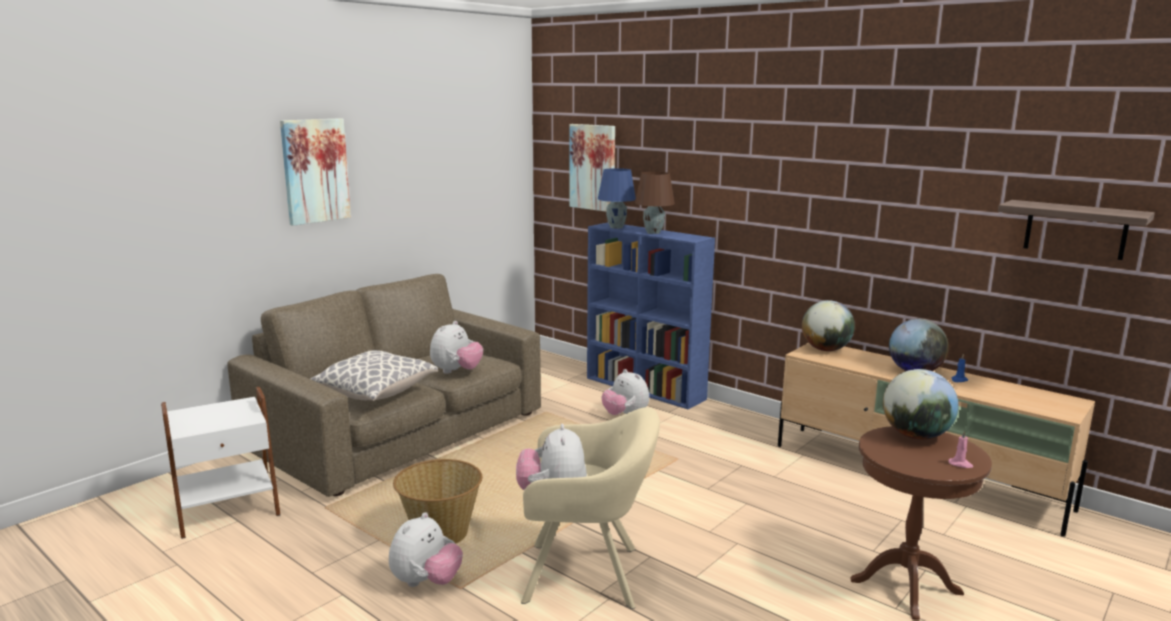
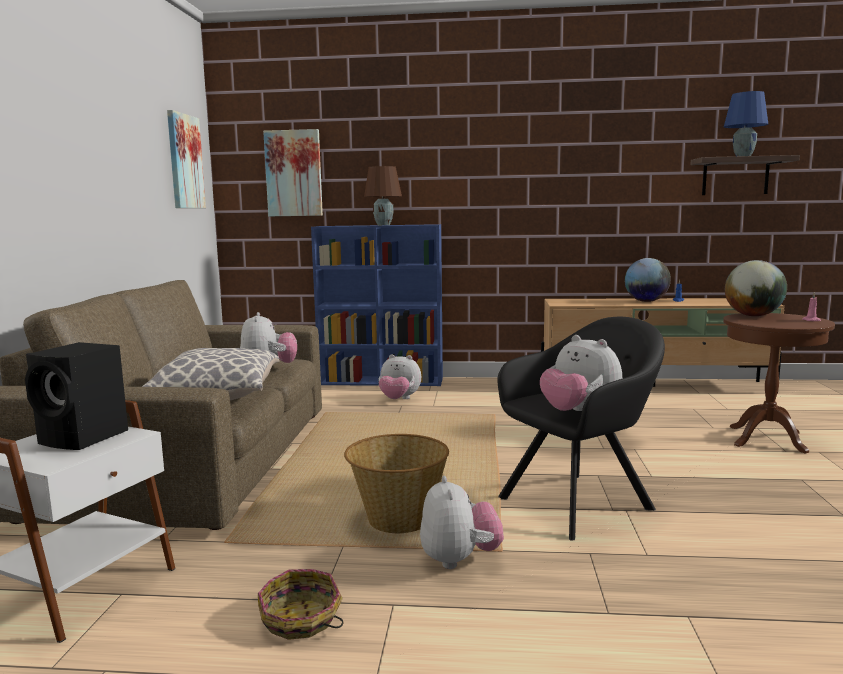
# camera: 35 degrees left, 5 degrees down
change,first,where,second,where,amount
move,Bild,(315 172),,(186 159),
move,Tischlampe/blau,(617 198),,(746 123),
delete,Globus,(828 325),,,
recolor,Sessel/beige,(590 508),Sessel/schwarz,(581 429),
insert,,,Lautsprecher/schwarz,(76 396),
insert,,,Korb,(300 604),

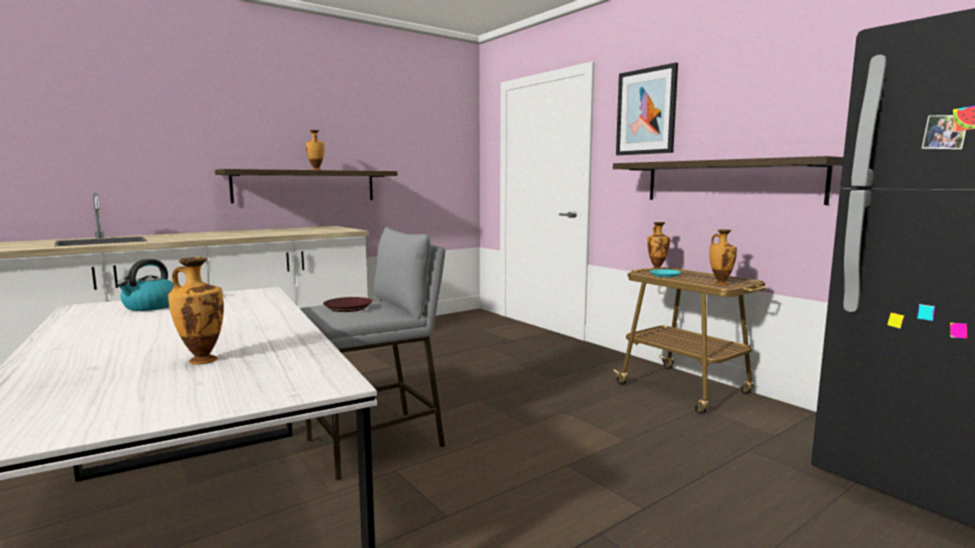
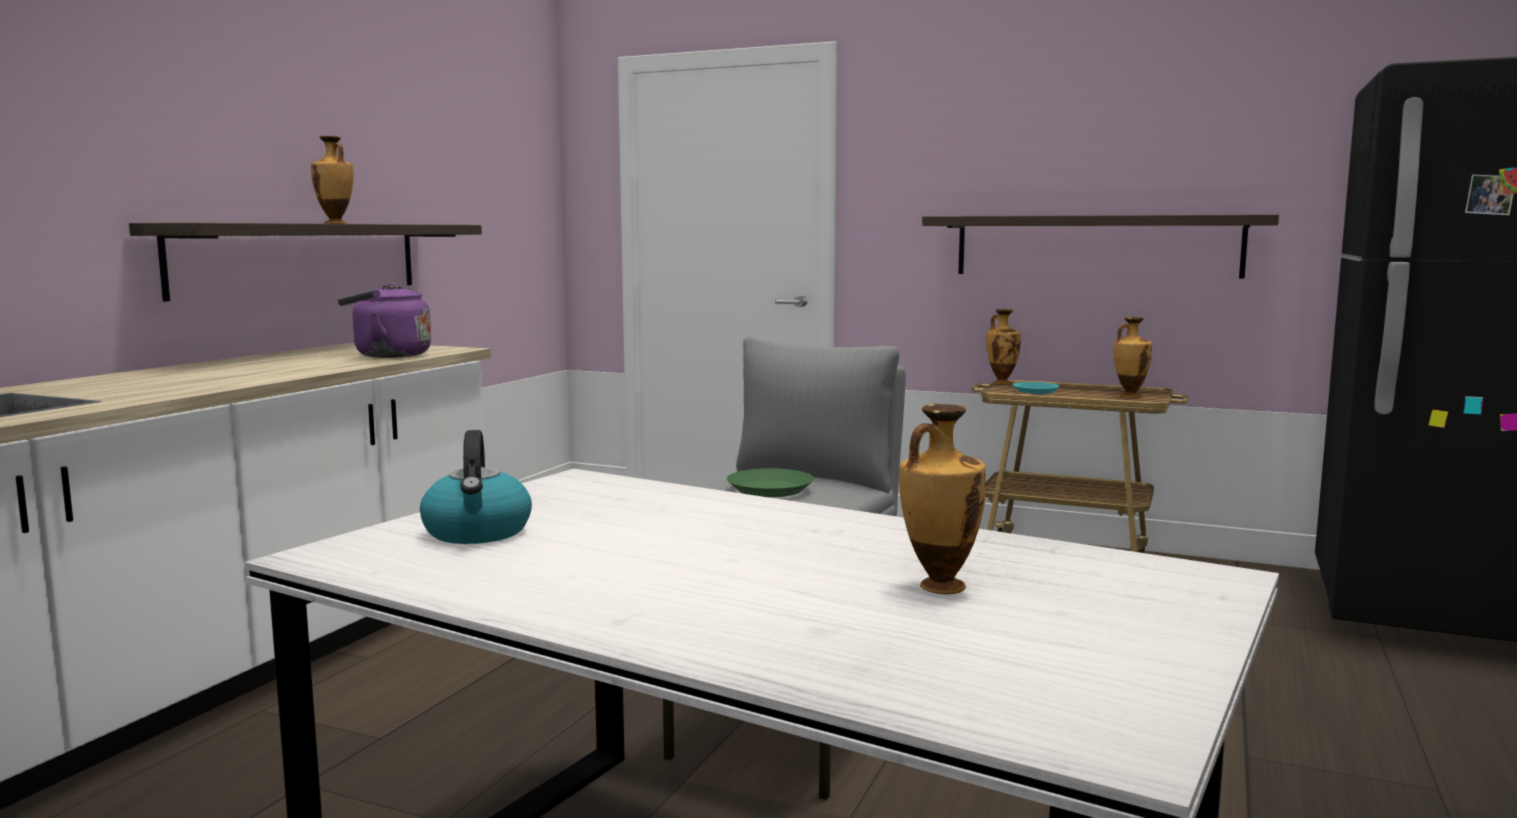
# camera: 30 degrees left, 0 degrees up
change,first,where,second,where,amount
delete,Bild,(647 109),,,
recolor,Teller/braun,(347 304),Teller/grün,(770 482),
insert,,,Wasserkessel/lila,(384 320),

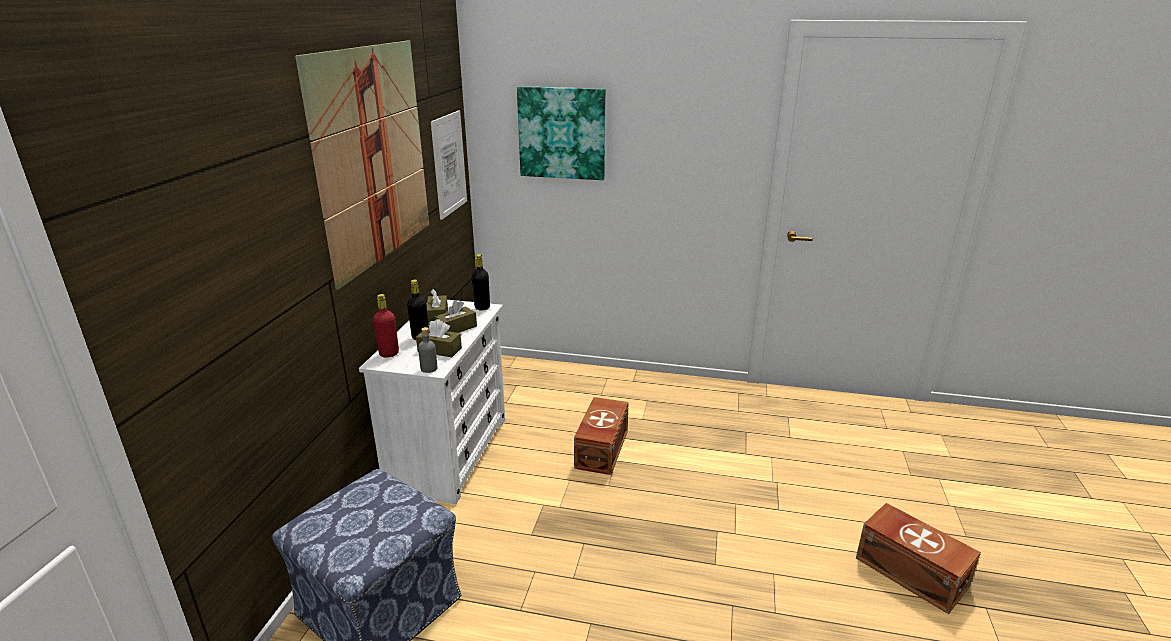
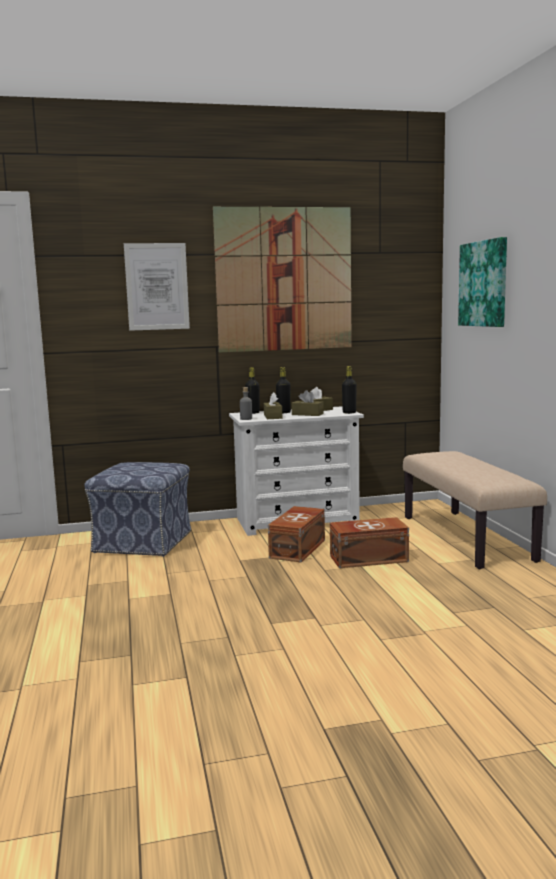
# camera: 65 degrees right, 15 degrees down
change,first,where,second,where,amount
move,Bild,(449 165),,(157 287),
recolor,Flasche/rot,(386 325),Flasche/schwarz,(252 390),
move,Aufbewahrungsbox/braun,(918 558),,(296 534),
insert,,,Bank/beige,(475 510),

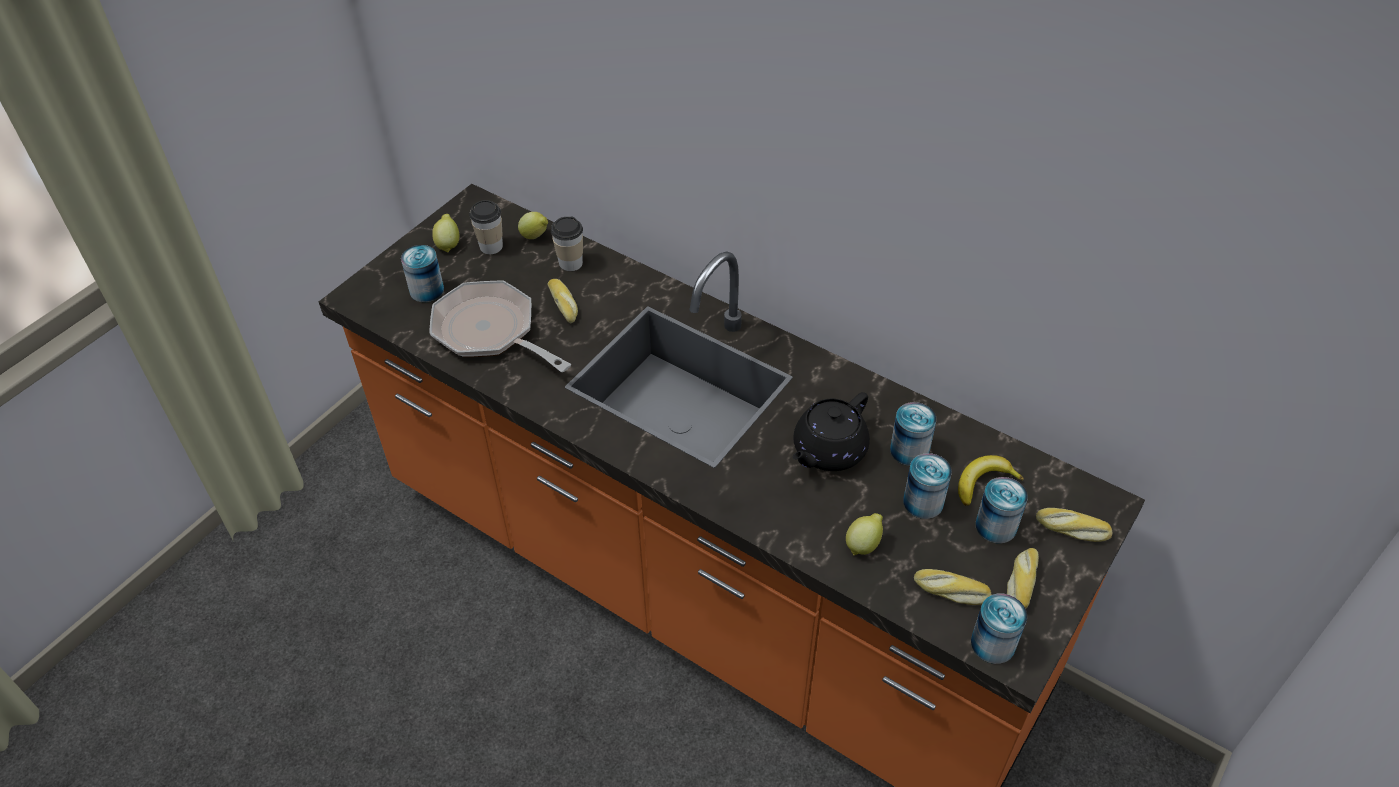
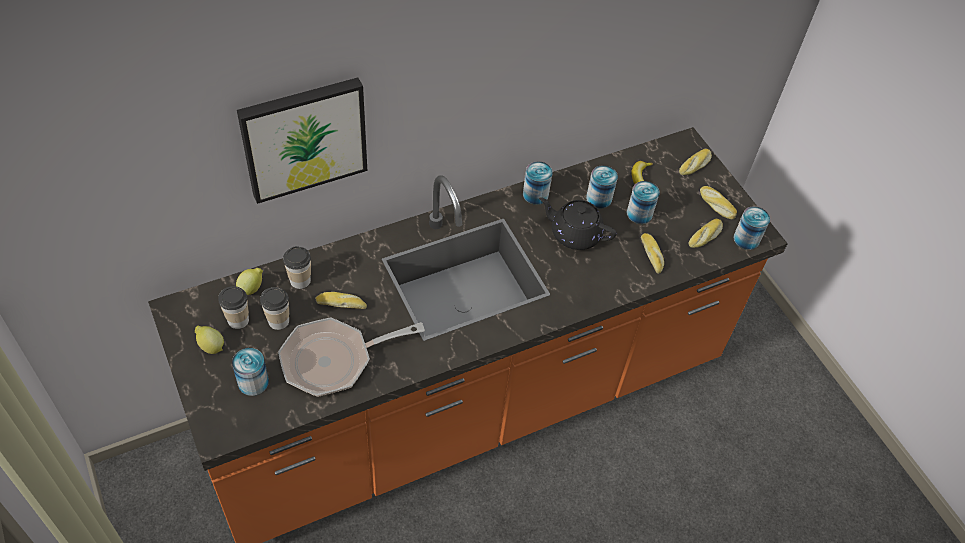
# camera: 65 degrees left, 5 degrees up
change,first,where,second,where,amount
rotate,Teekanne/schwarz,(831 431),,(578 223),135 degrees clockwise
move,Dose,(1001 510),,(538 183),
replace,Zitrone,(864 534),Brot,(652 253),
insert,,,Bild,(302 141),
insert,,,Tasse,(274 308),

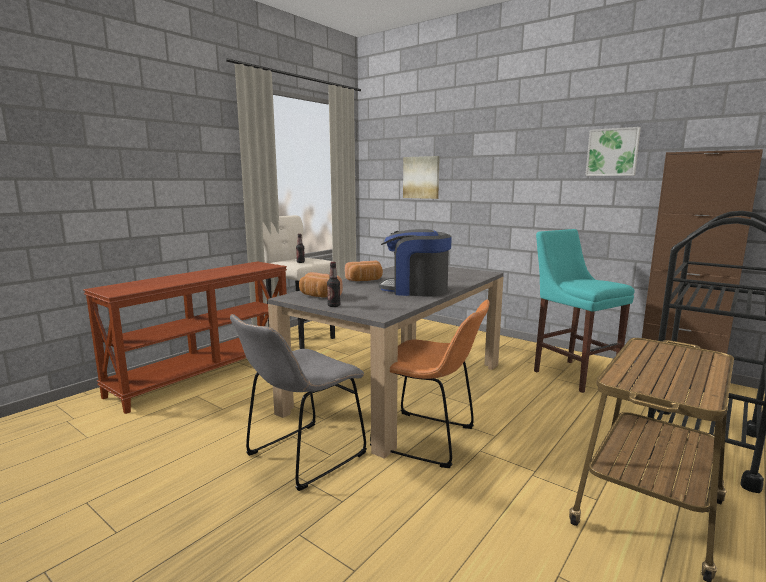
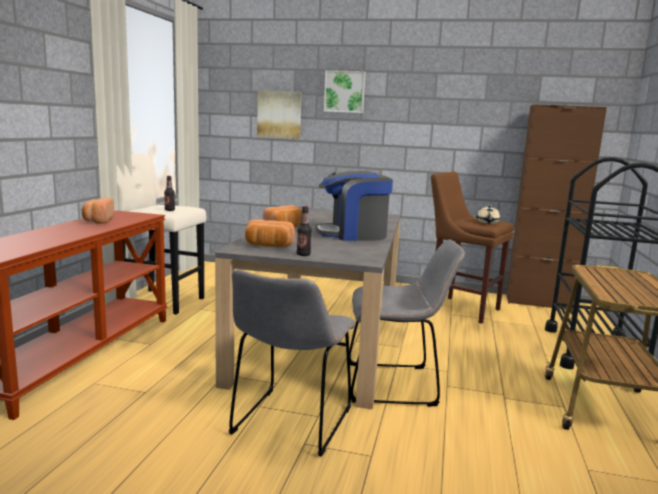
# camera: 25 degrees left, 0 degrees up
change,first,where,second,where,amount
move,Bild,(613 151),,(345 91),
recolor,Hocker/türkis,(584 311),Hocker/braun,(472 248),
recolor,Stuhl/orange,(430 384),Stuhl/grau,(407 323),
insert,,,Brot,(98 211),
insert,,,Teekanne/beige,(488 214),

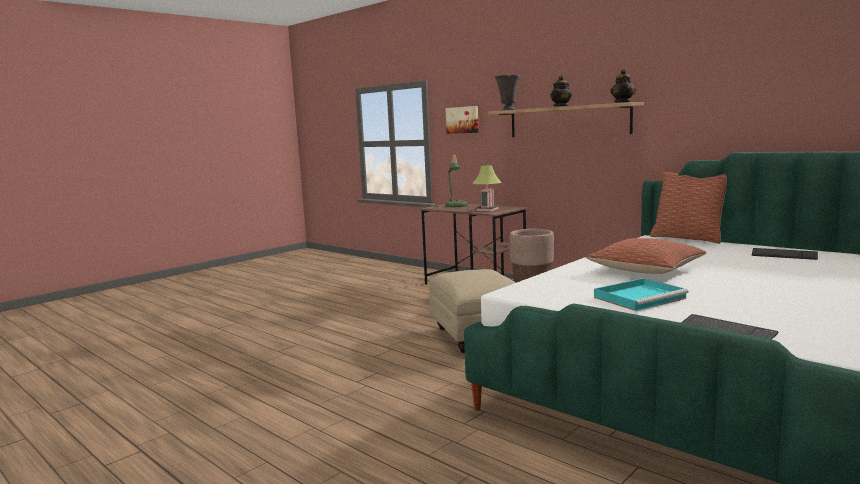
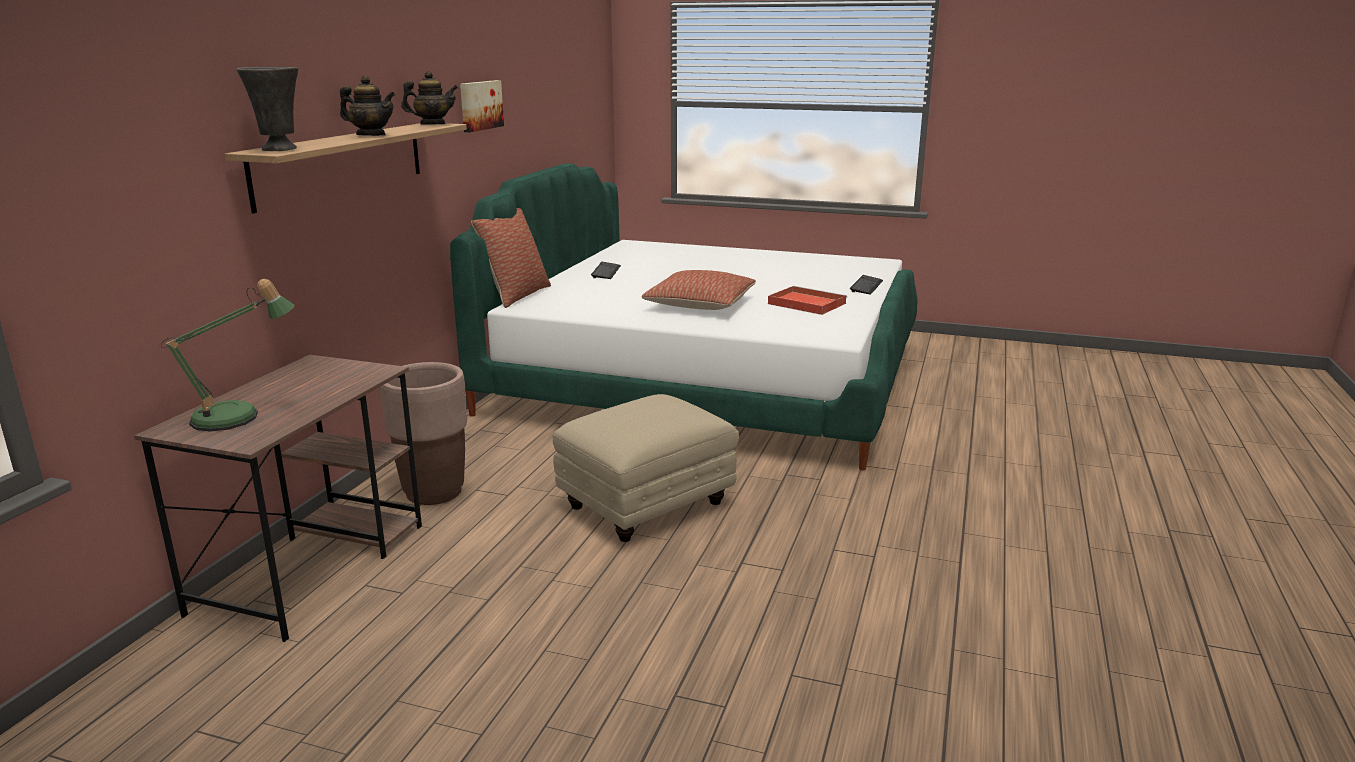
# camera: 115 degrees left, 10 degrees up
change,first,where,second,where,amount
move,Bild,(462 120),,(482 106),
delete,Tischlampe,(487 188),,,
recolor,Tablett/türkis,(641 294),Tablett/rot,(807 300),

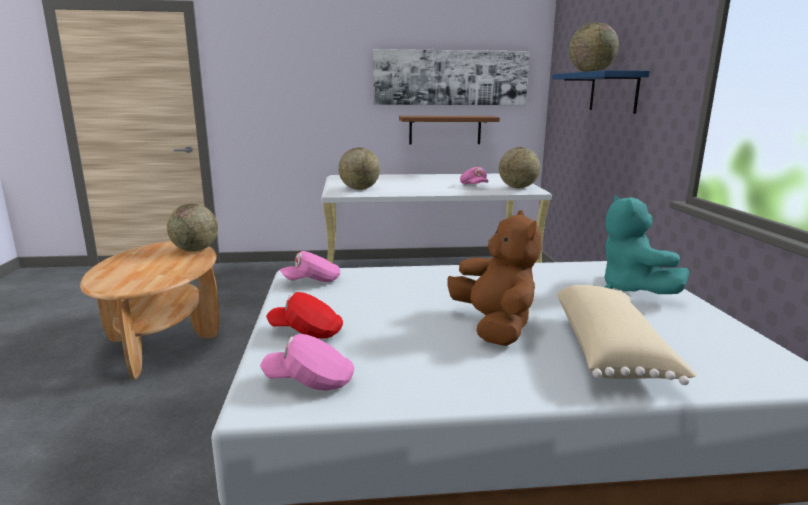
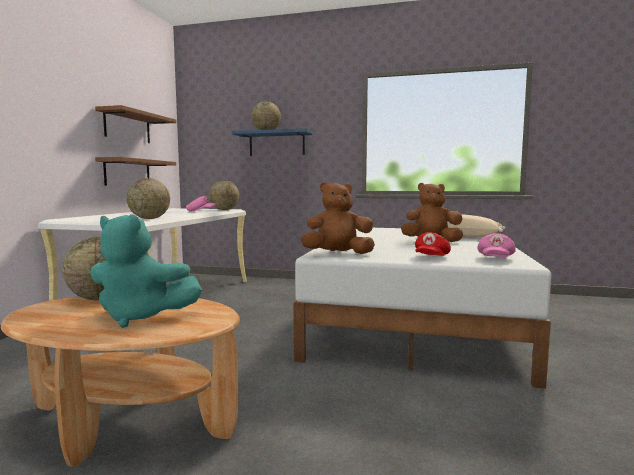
# camera: 70 degrees left, 10 degrees down
change,first,where,second,where,amount
replace,Bild,(451 77),Wandregal/braun,(135 124),
move,Plüschtier/türkis,(647 244),,(146 271),
replace,Kappe/rosa,(310 266),Plüschtier/braun,(338 218),

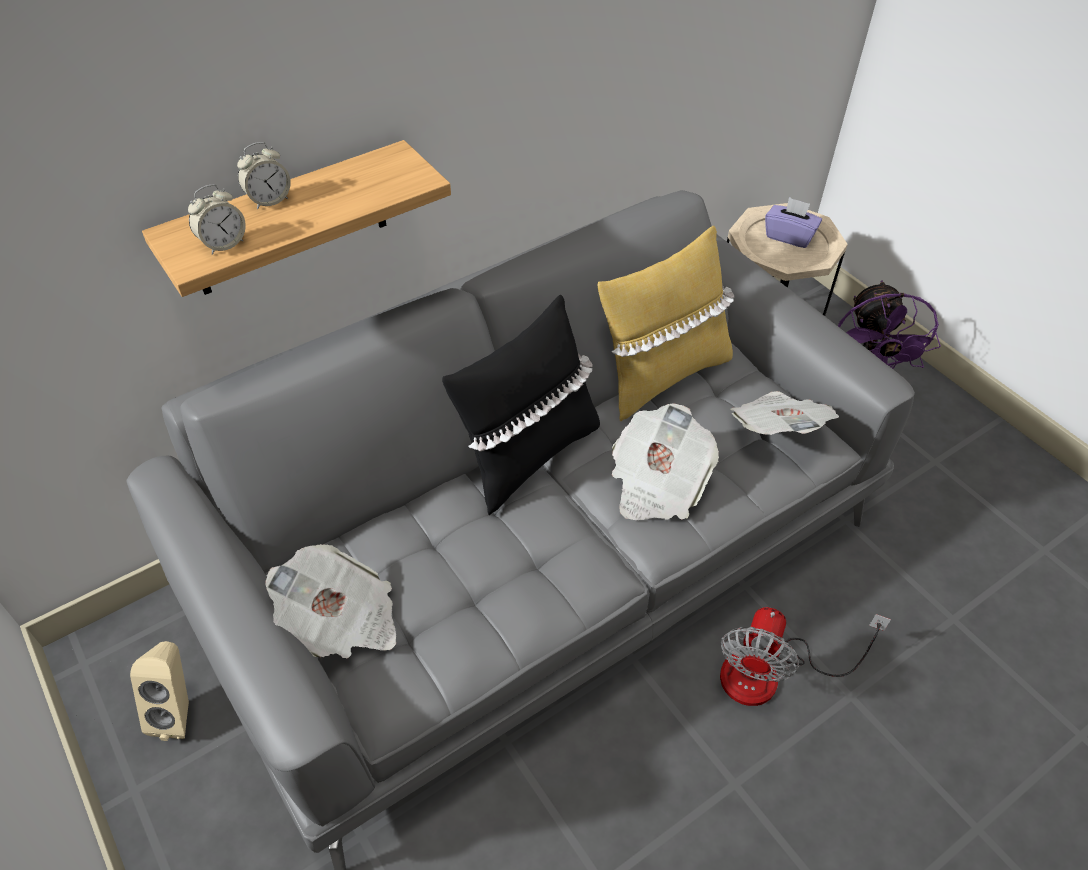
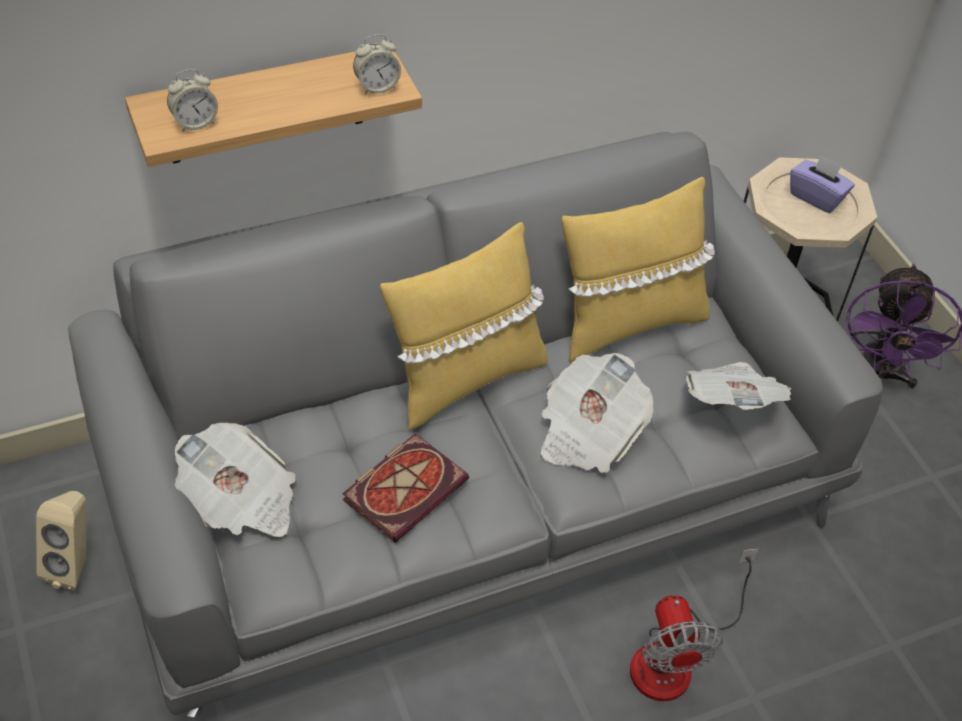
# camera: 10 degrees right, 0 degrees up
change,first,where,second,where,amount
move,Wecker,(264 176),,(377 64),
recolor,Kissen/schwarz,(521 405),Kissen/gelb,(464 326),
rotate,Ventilator,(805 656),,(694 624),45 degrees counterclockwise
insert,,,Buch,(405 488),

